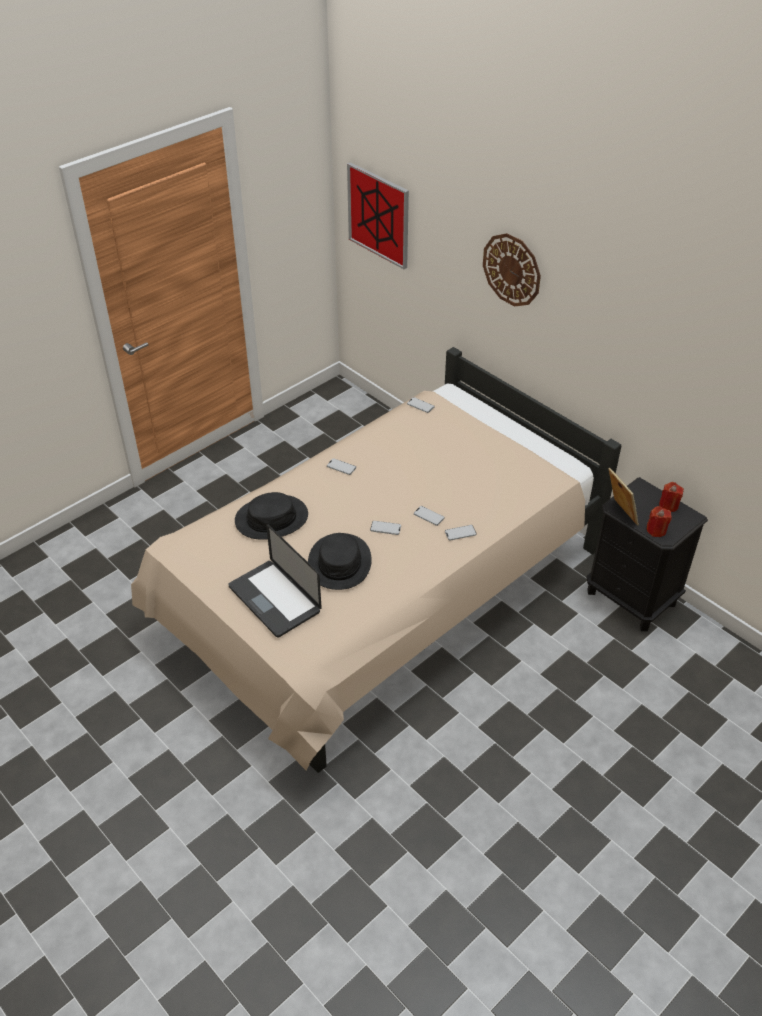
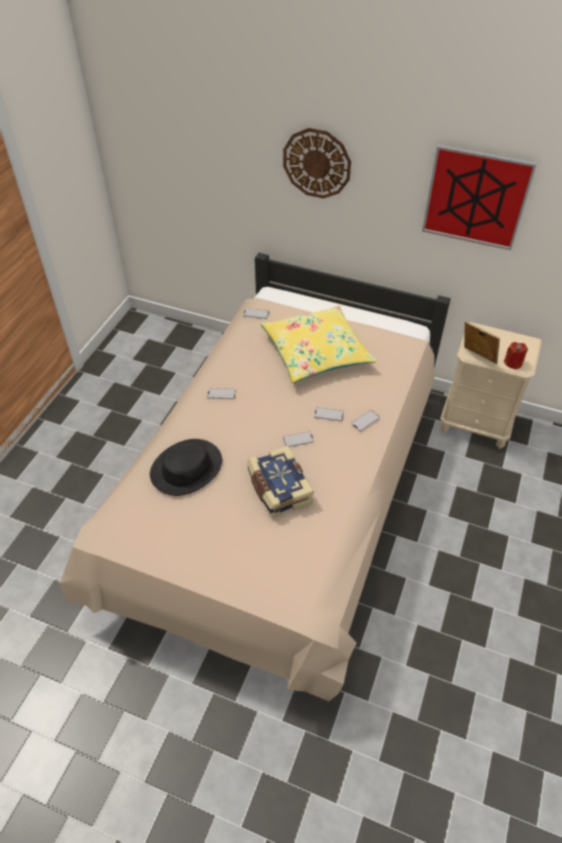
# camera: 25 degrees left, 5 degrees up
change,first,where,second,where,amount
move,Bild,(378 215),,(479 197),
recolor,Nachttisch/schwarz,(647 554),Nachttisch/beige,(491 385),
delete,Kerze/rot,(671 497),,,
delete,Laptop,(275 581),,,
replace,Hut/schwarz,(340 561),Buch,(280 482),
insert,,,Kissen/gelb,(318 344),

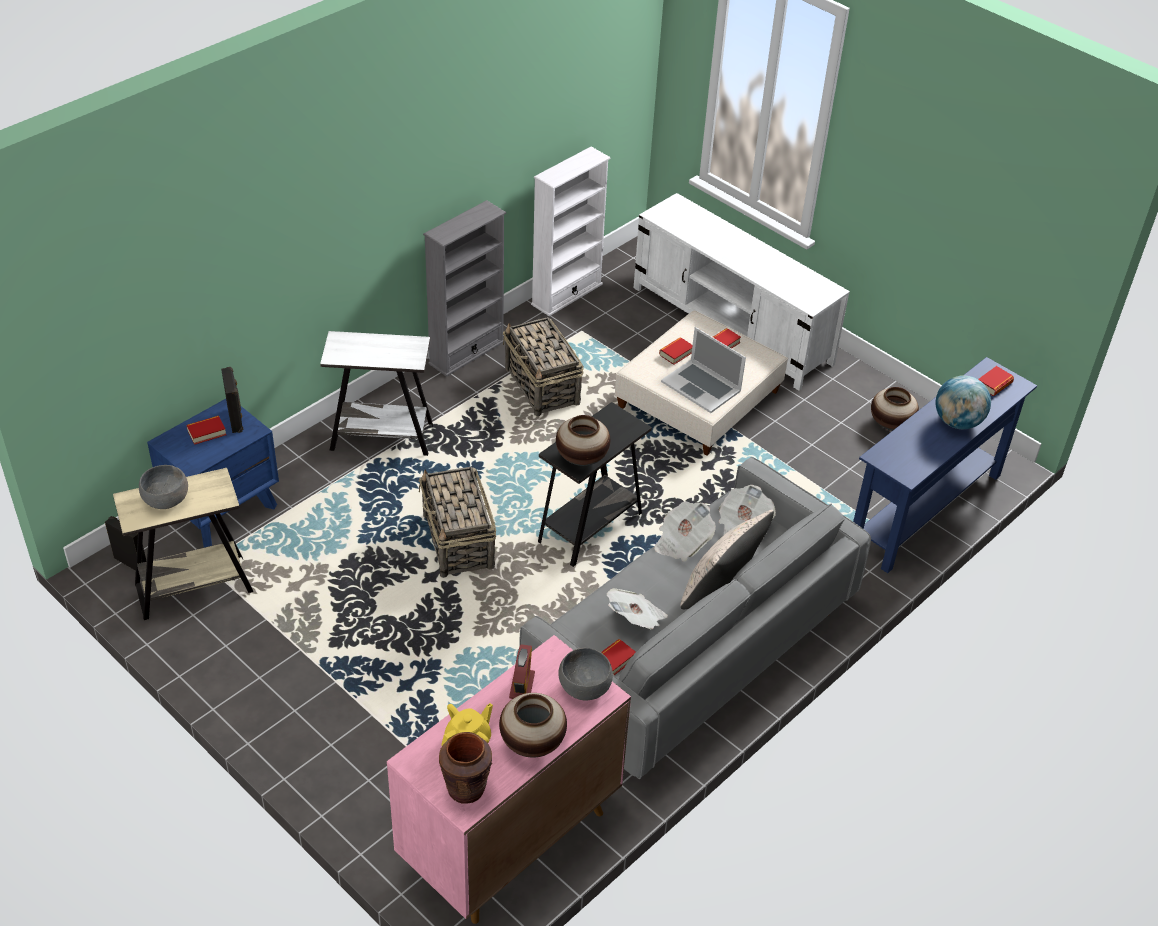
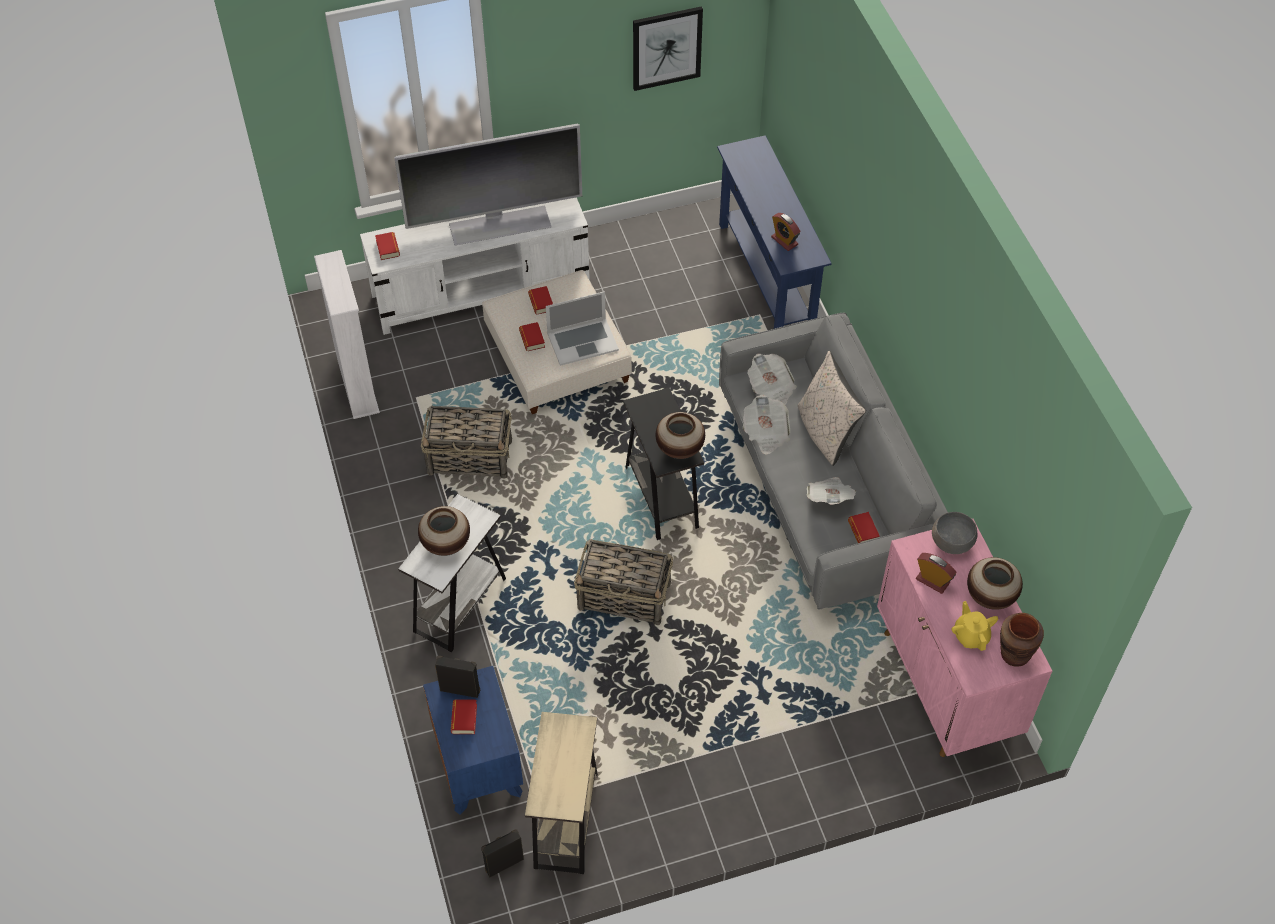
# camera: 60 degrees left, 10 degrees up
change,first,where,second,where,amount
delete,Bücherregal/grau,(464 288),,,
move,Buch,(996 381),,(387 246),
delete,Globus,(963 402),,,
move,Vase,(895 409),,(444 531),
delete,Schüssel/grau,(163 487),,,
insert,,,Bild,(668 48),
insert,,,Fernseher,(488 184),
insert,,,Wecker,(785 232),

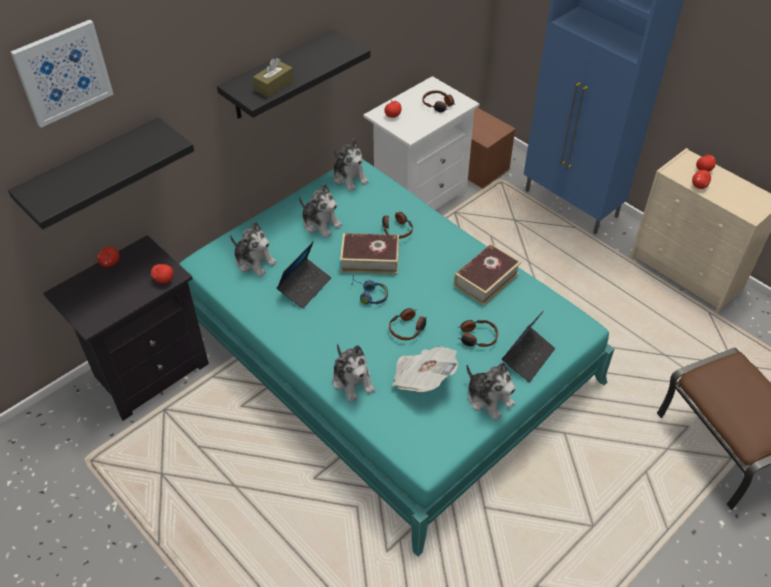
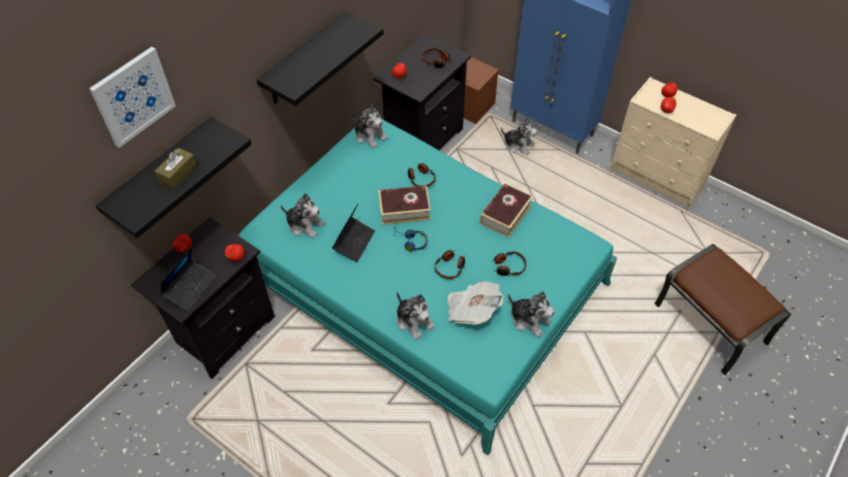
# camera: 10 degrees left, 5 degrees up
change,first,where,second,where,amount
move,Taschentuchbox/braun,(273 78),,(175 168),
recolor,Nachttisch/weiß,(421 143),Nachttisch/schwarz,(422 92),
move,Plüschtier,(320 211),,(519 136),
move,Laptop,(528 347),,(188 279),

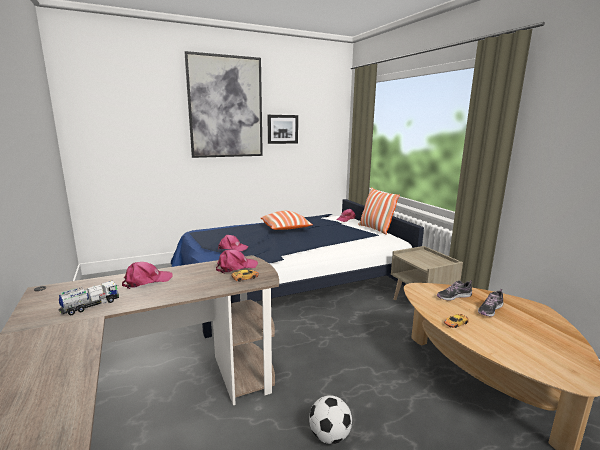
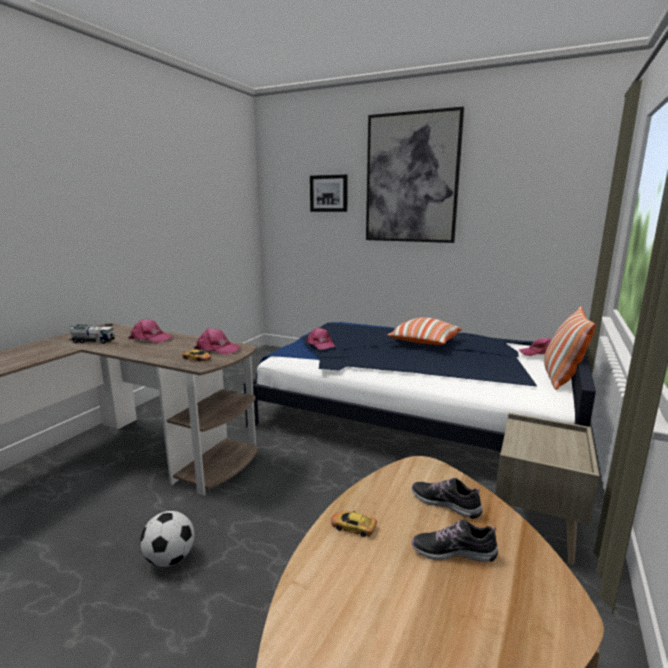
# camera: 50 degrees right, 0 degrees up
change,first,where,second,where,amount
move,Bild,(282 129),,(329 193),

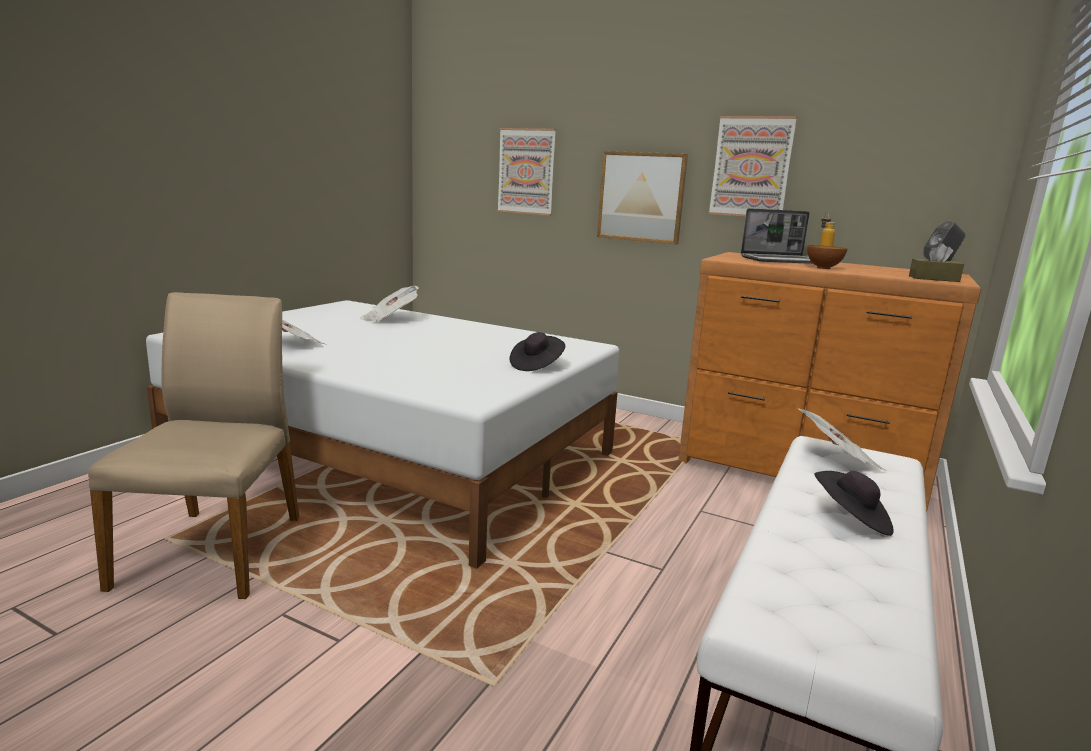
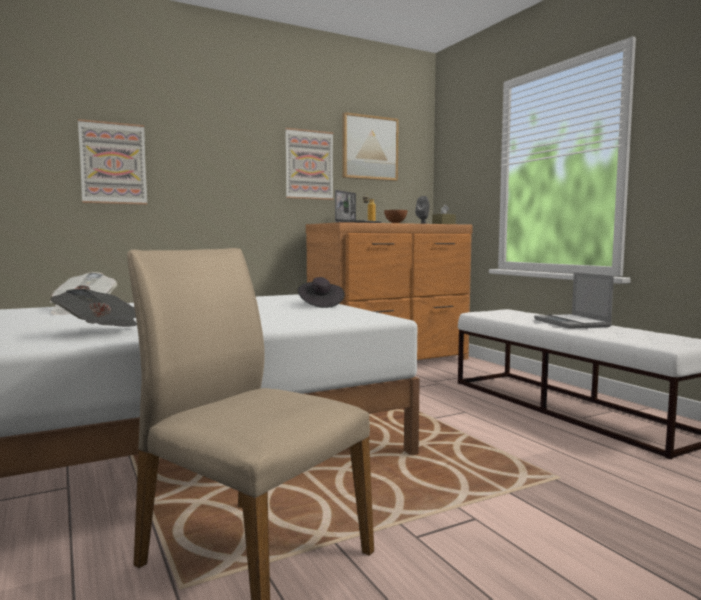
# camera: 55 degrees left, 10 degrees down
change,first,where,second,where,amount
move,Bild,(642 197),,(370 146),
delete,Zeitung,(842 439),,,
replace,Hut/schwarz,(854 503),Laptop,(574 300),

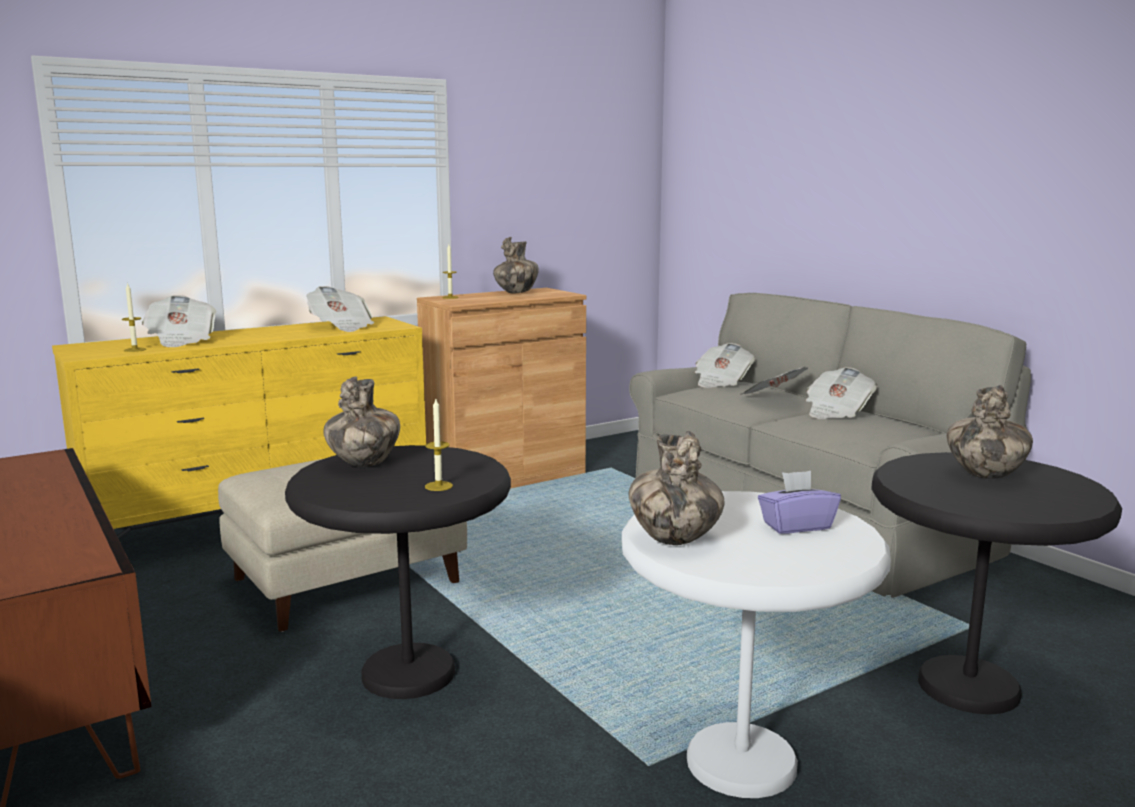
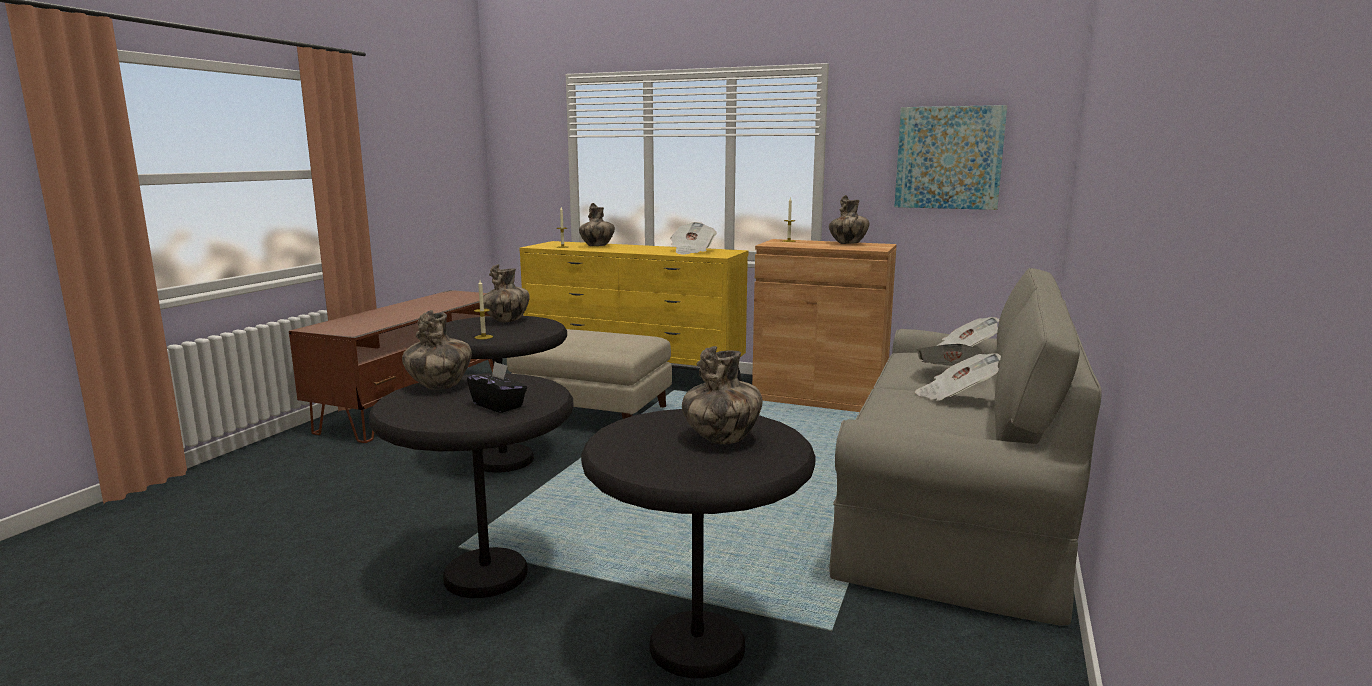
# camera: 55 degrees right, 0 degrees up
change,first,where,second,where,amount
replace,Zeitung,(178 321),Vase,(597 224),
recolor,Taschentuchbox/lila,(799 502),Taschentuchbox/schwarz,(497 387),
recolor,Beistelltisch/weiß,(756 644),Beistelltisch/schwarz,(471 485),
insert,,,Bild,(950 157),

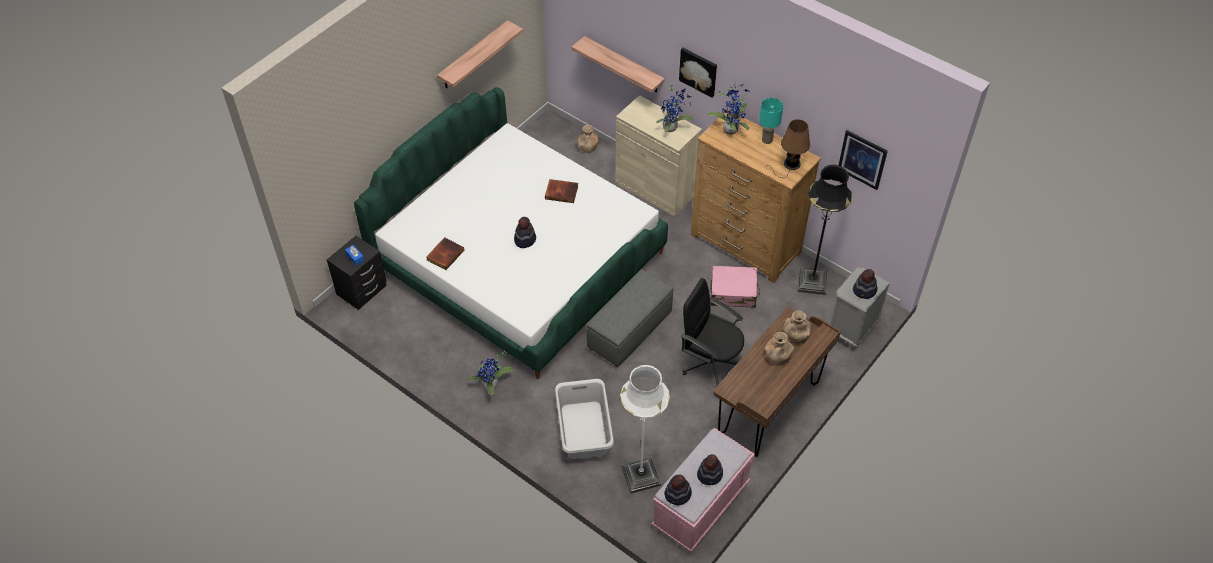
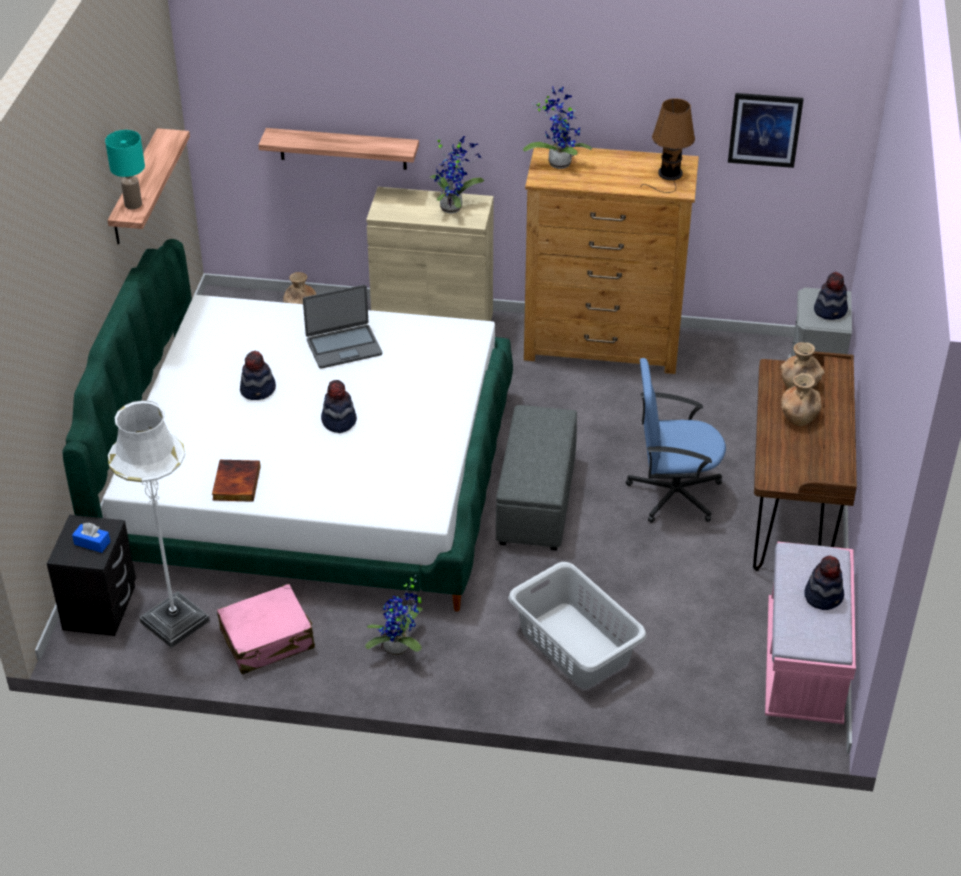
# camera: 30 degrees left, 10 degrees down
change,first,where,second,where,amount
delete,Bild,(698 73),,,
move,Tischlampe/türkis,(771 121),,(125 169),
delete,Stehlampe/schwarz,(825 230),,,
replace,Buch,(561 191),Laptop,(342 327),
move,Koffer/rosa,(735 287),,(266 629),
recolor,Bürostuhl/schwarz,(712 332),Bürostuhl/blau,(676 440),
move,Stehlampe/weiß,(645 429),,(159 524),
move,Hut,(678 489),,(258 375),

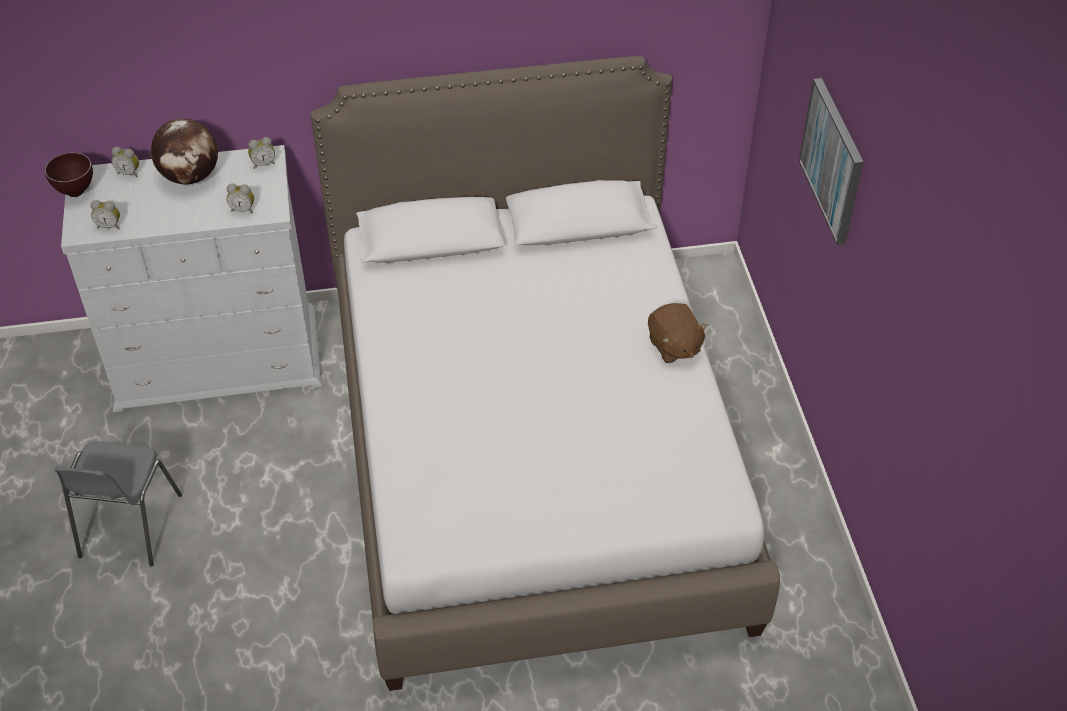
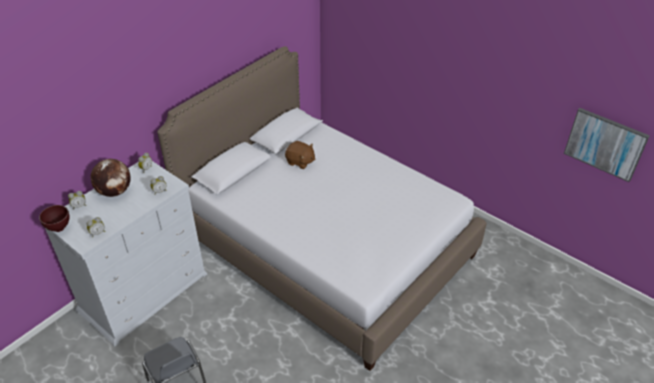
# camera: 40 degrees left, 5 degrees down
change,first,where,second,where,amount
move,Bild,(831 161),,(607 145),
move,Plüschtier/braun,(678 333),,(300 155),

